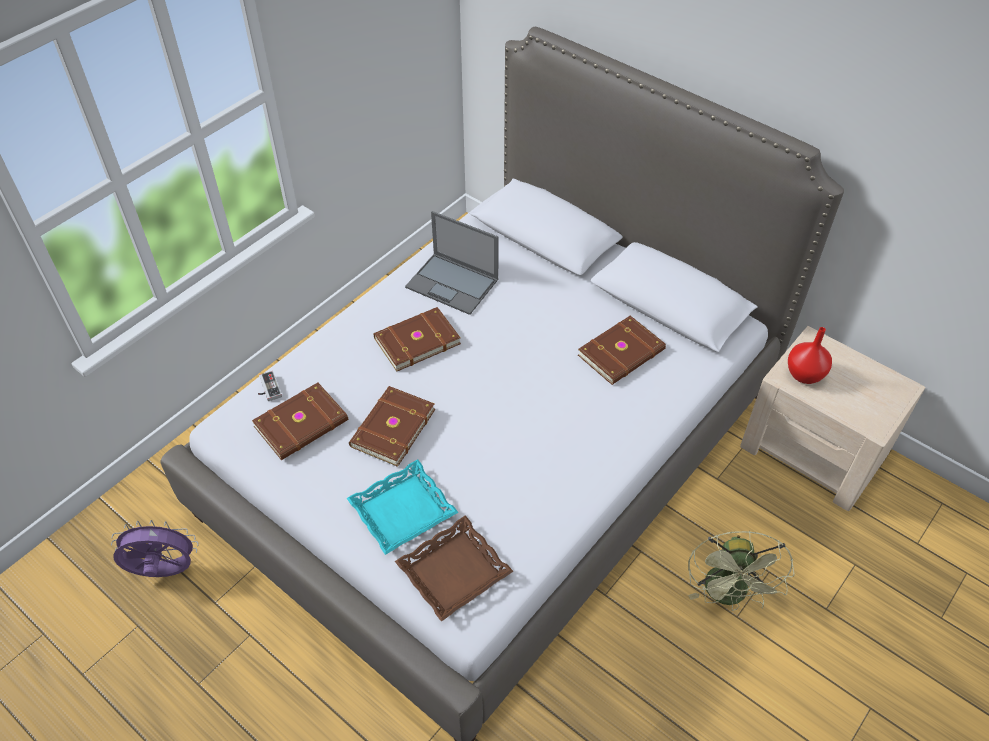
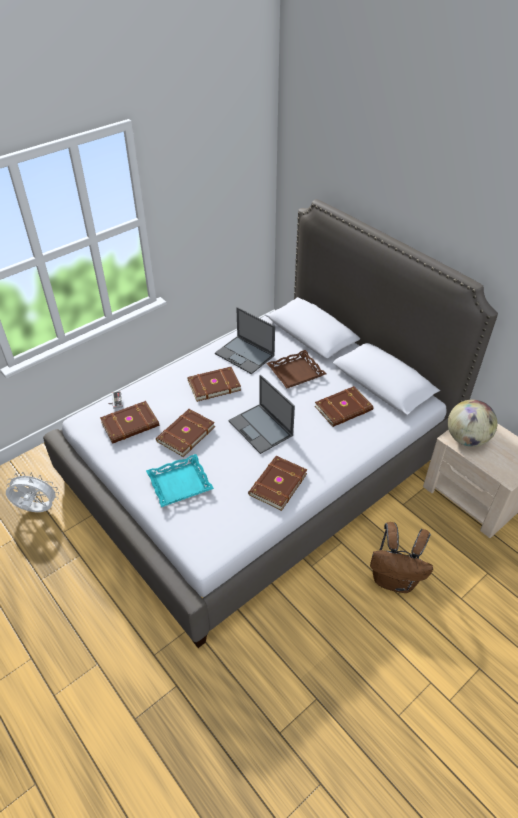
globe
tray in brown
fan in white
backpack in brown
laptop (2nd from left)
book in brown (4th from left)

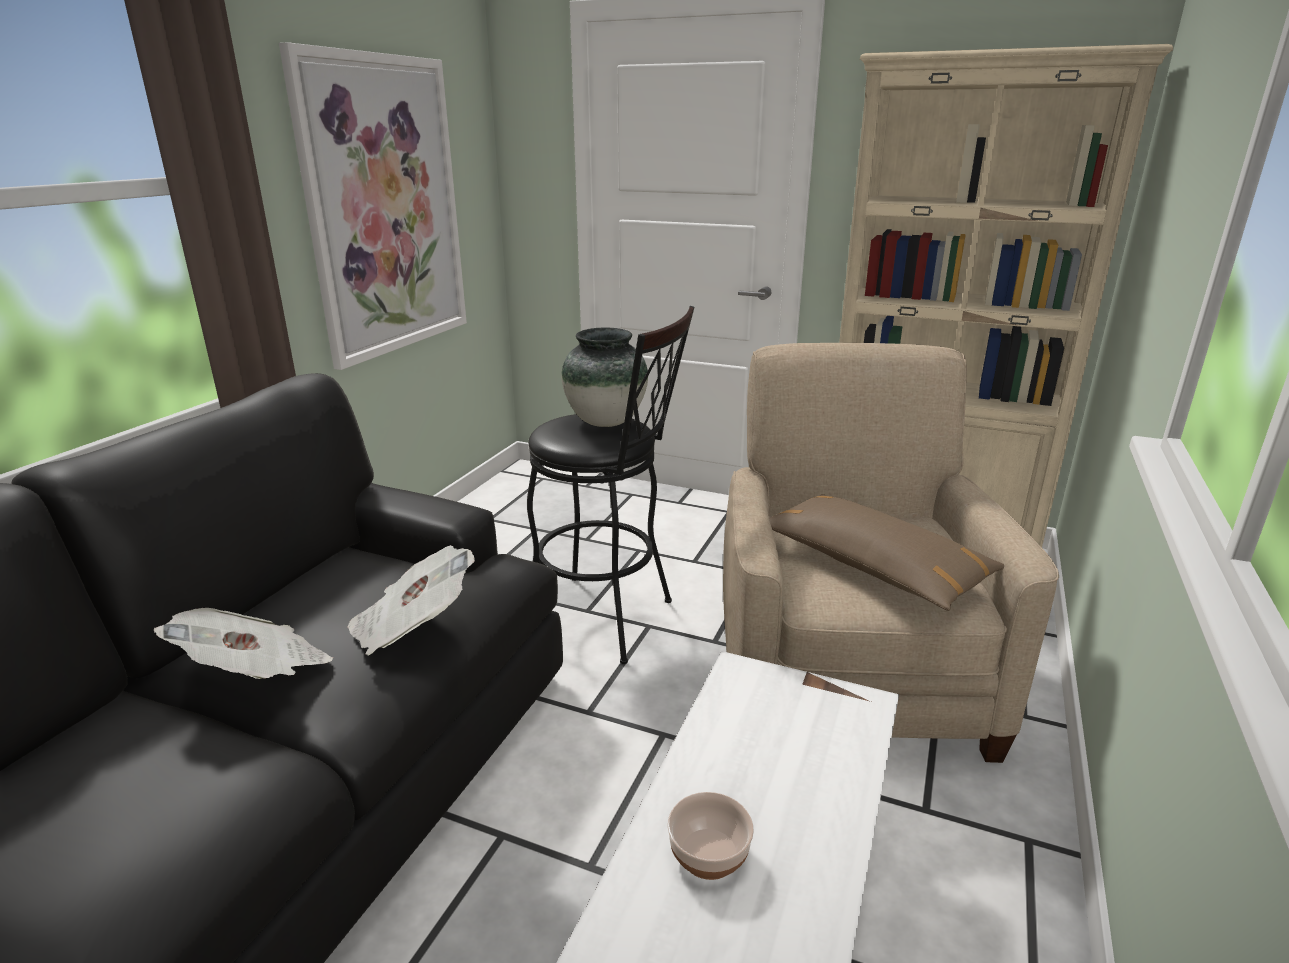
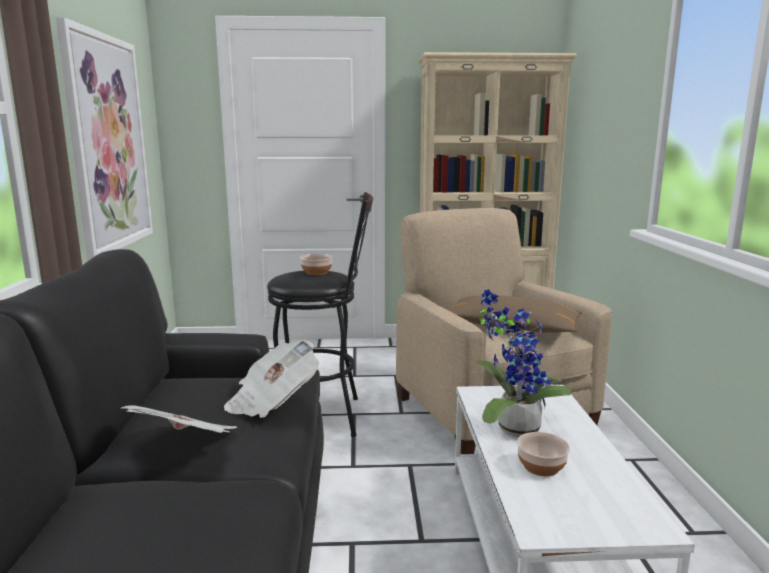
bowl (1st from left)
potted plant

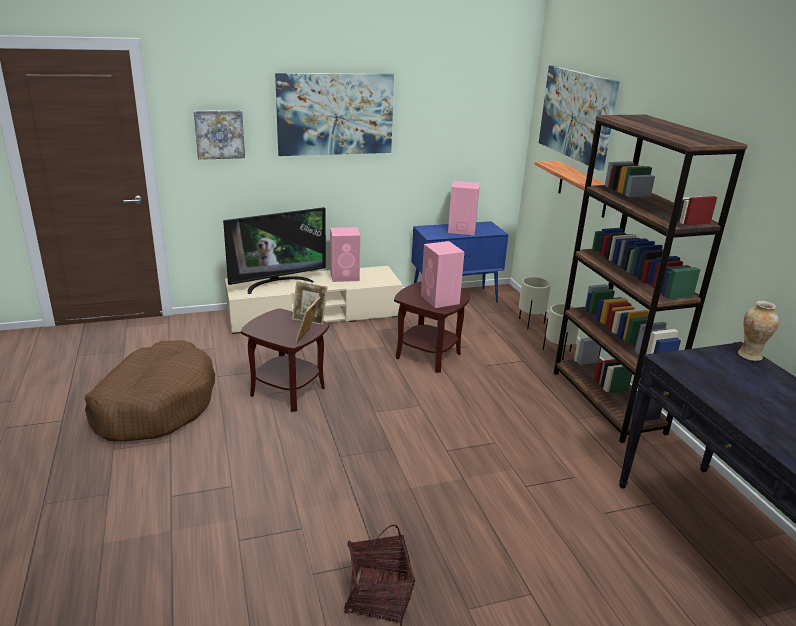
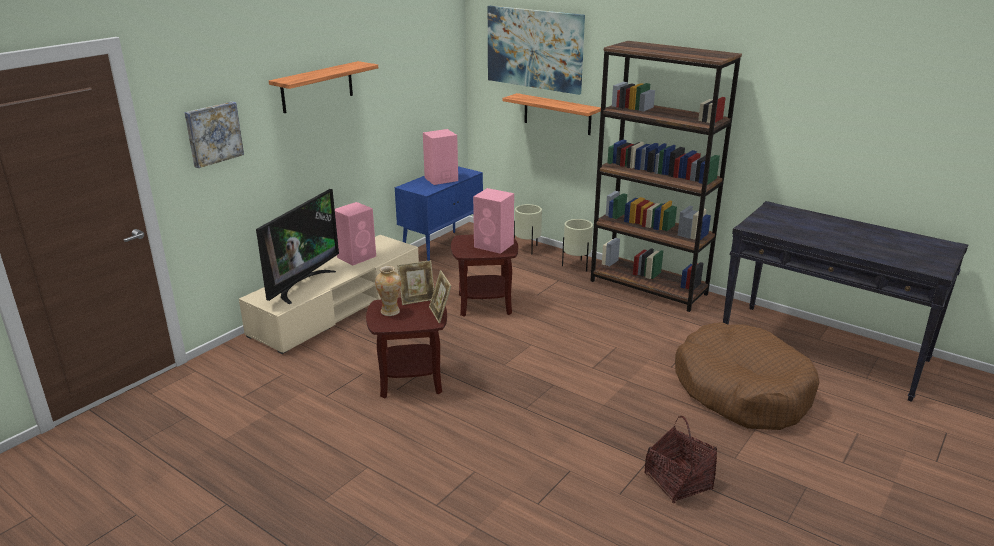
shelf (1st from left)
vase
dog bed in brown

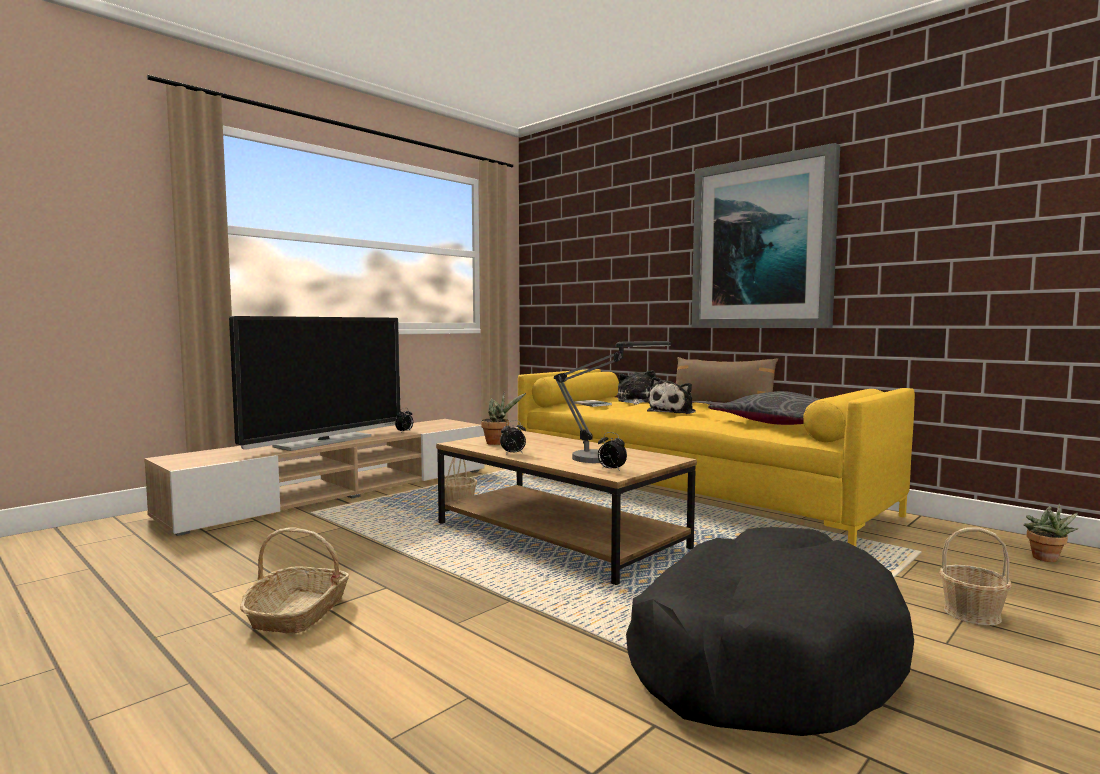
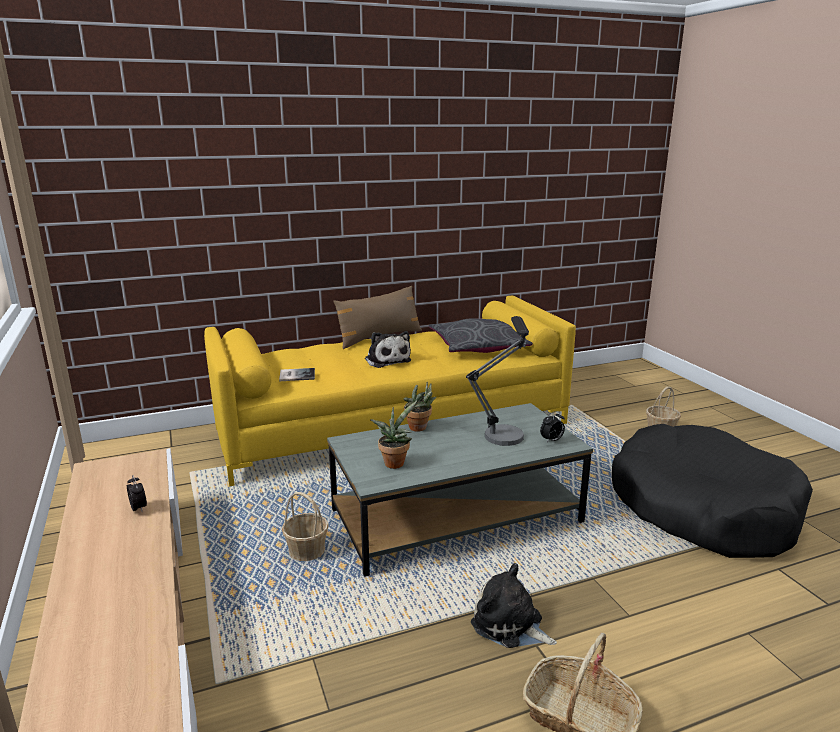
picture
television
plush toy (2nd from left)
alarm clock (2nd from left in the first image)
coffee table in grey
potted plant (2nd from left)

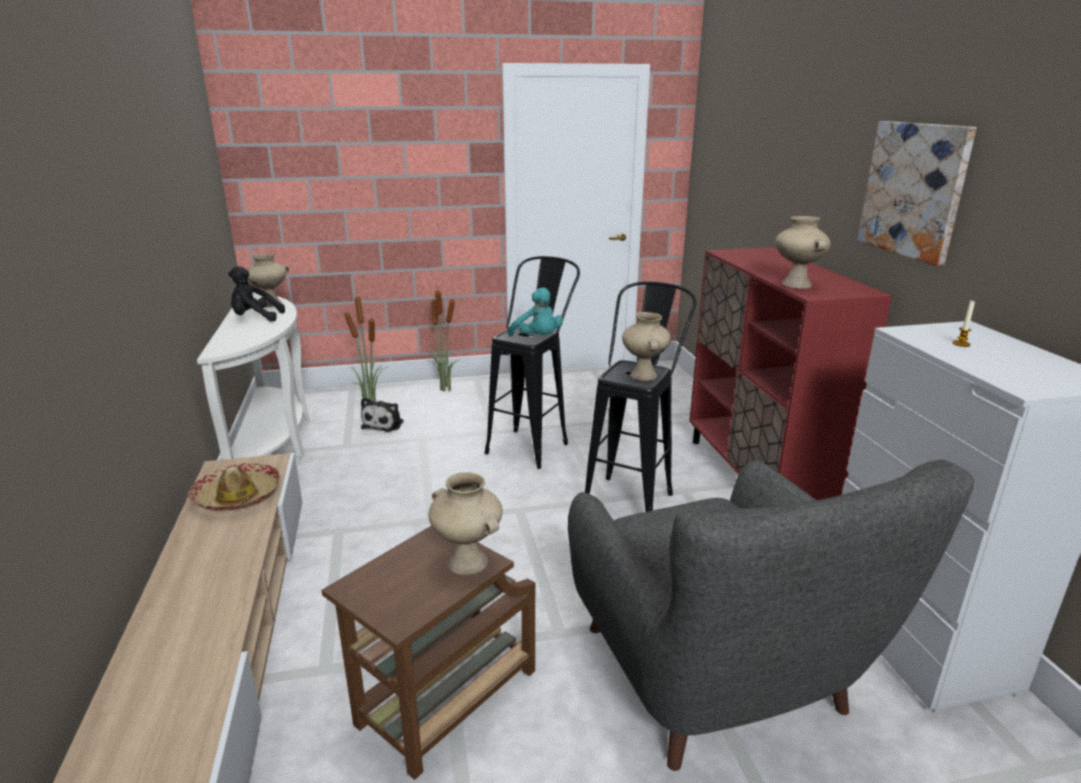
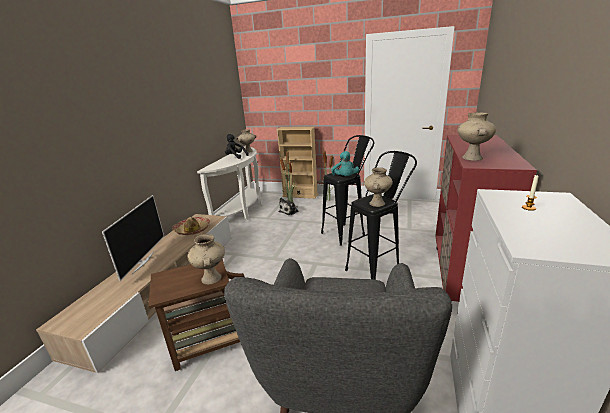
picture
bookcase in beige
television

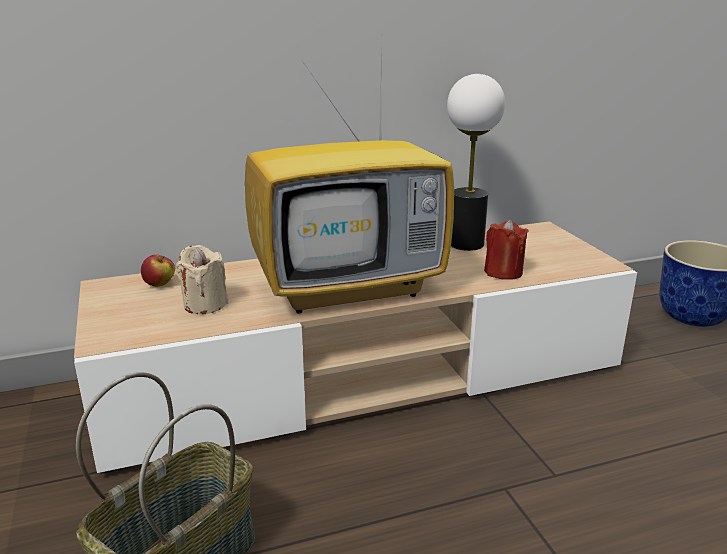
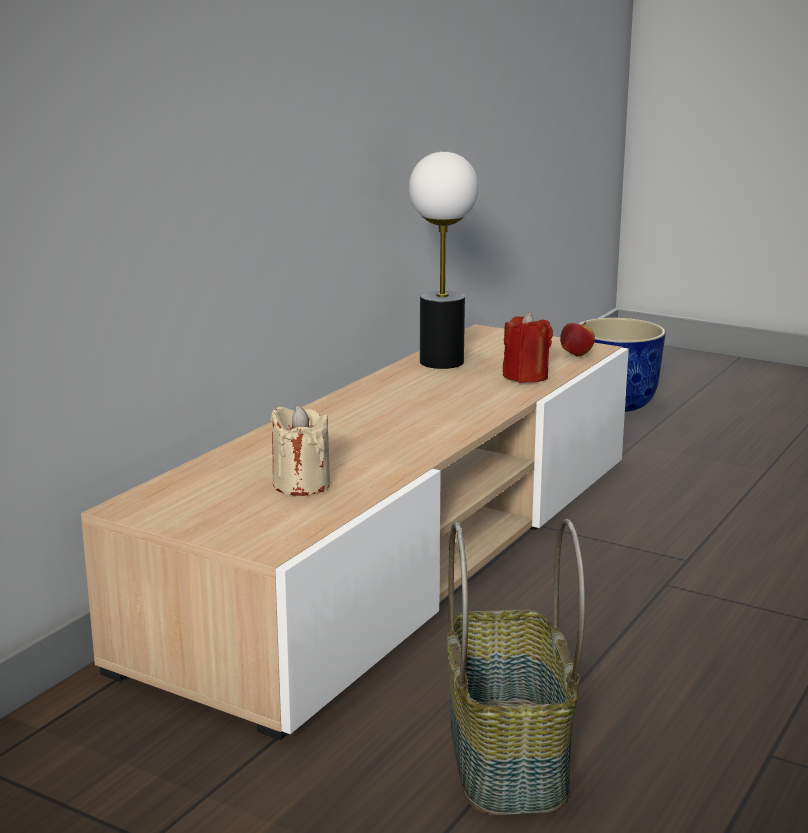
television
apple

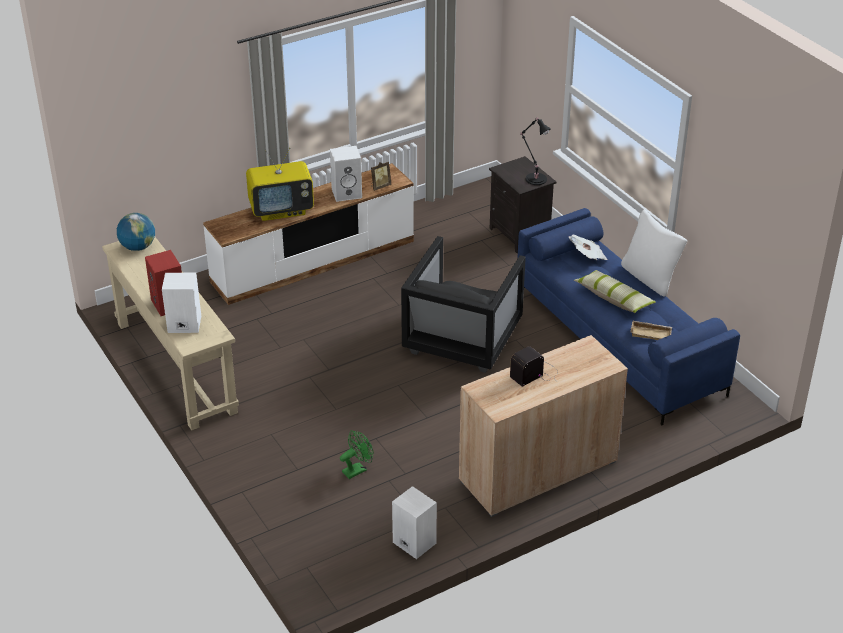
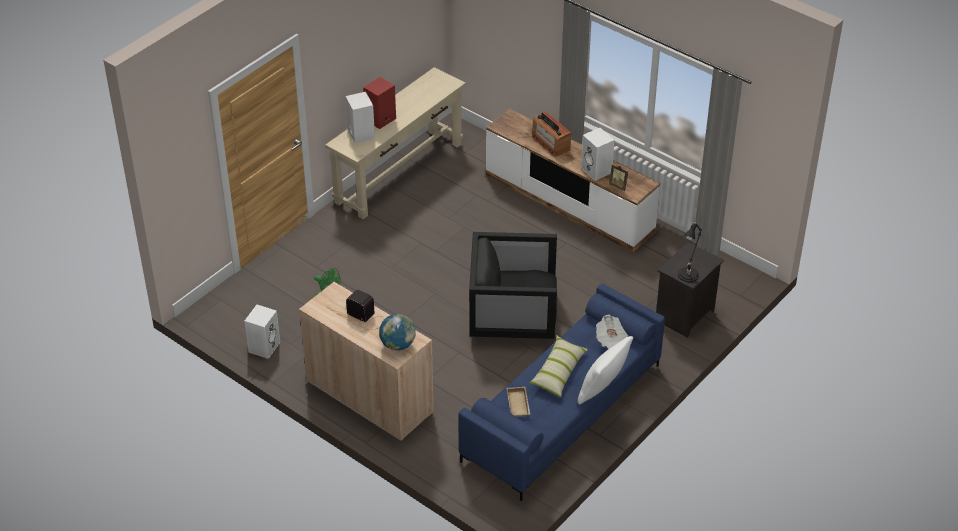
radio (2nd from left)
globe

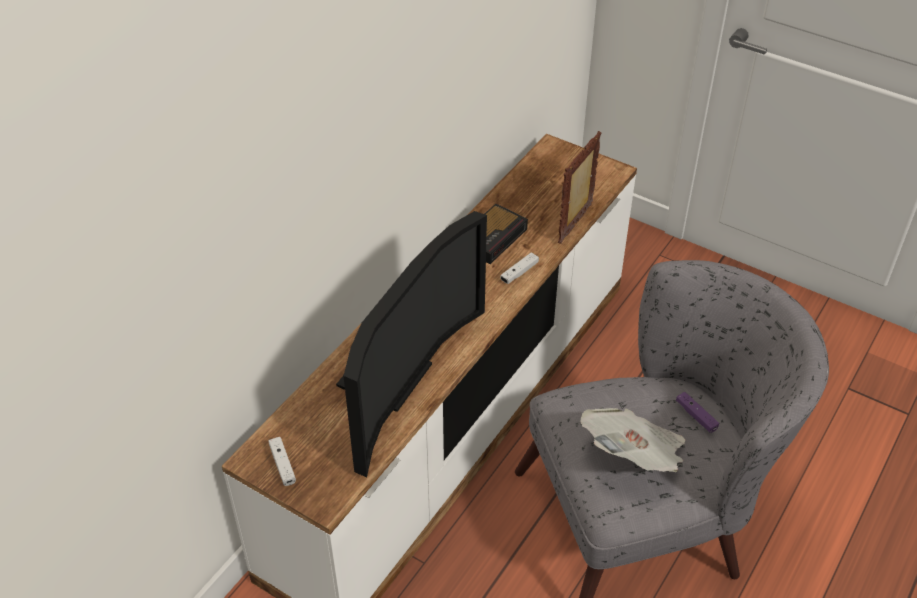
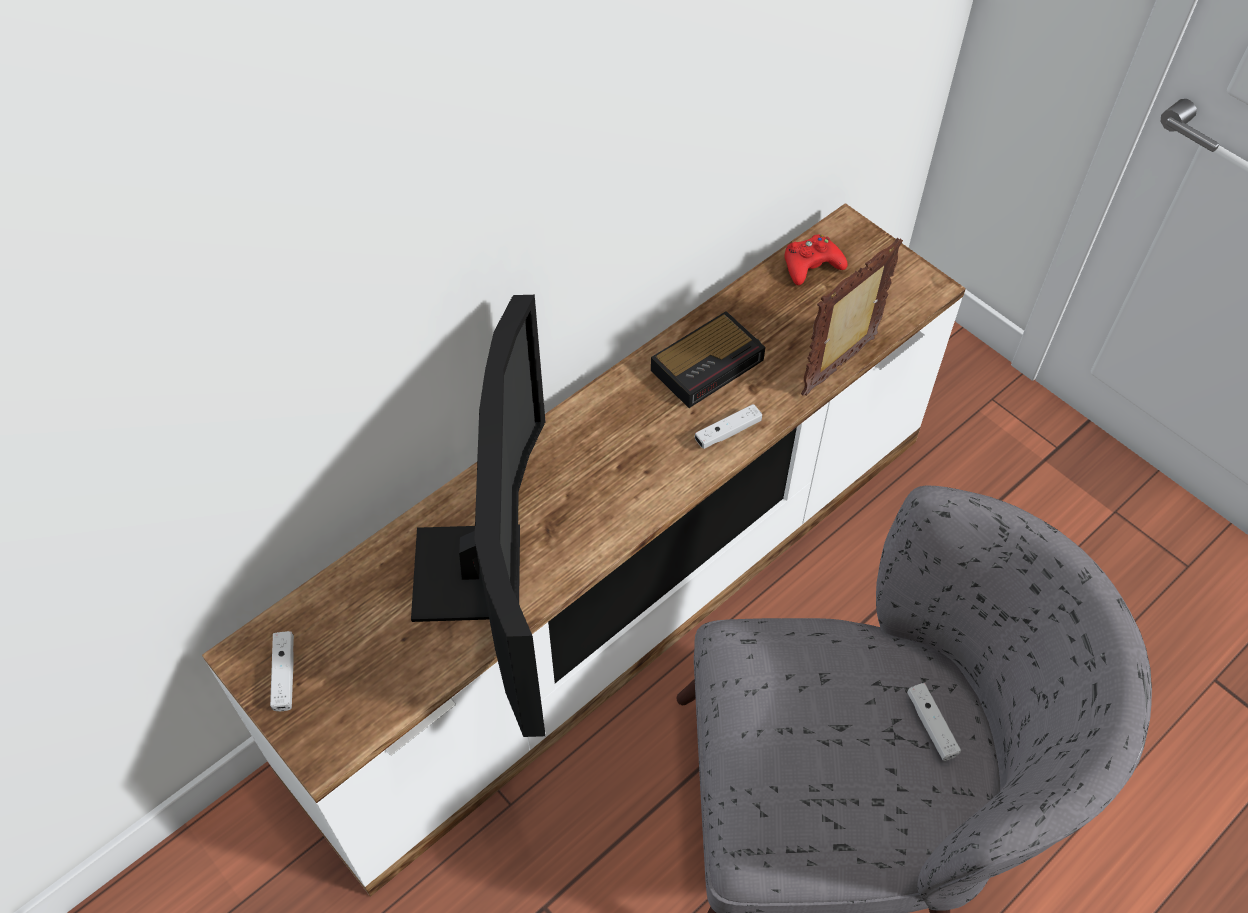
television
game controller in white (3rd from left)
newspaper
game controller in red

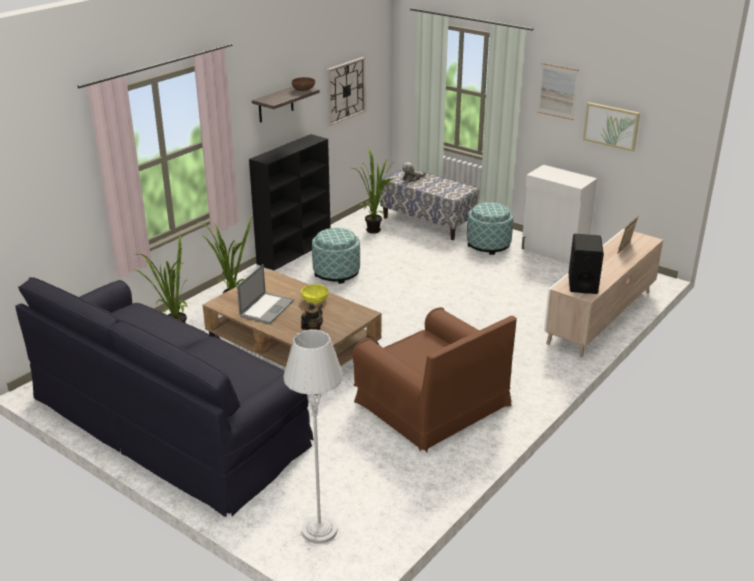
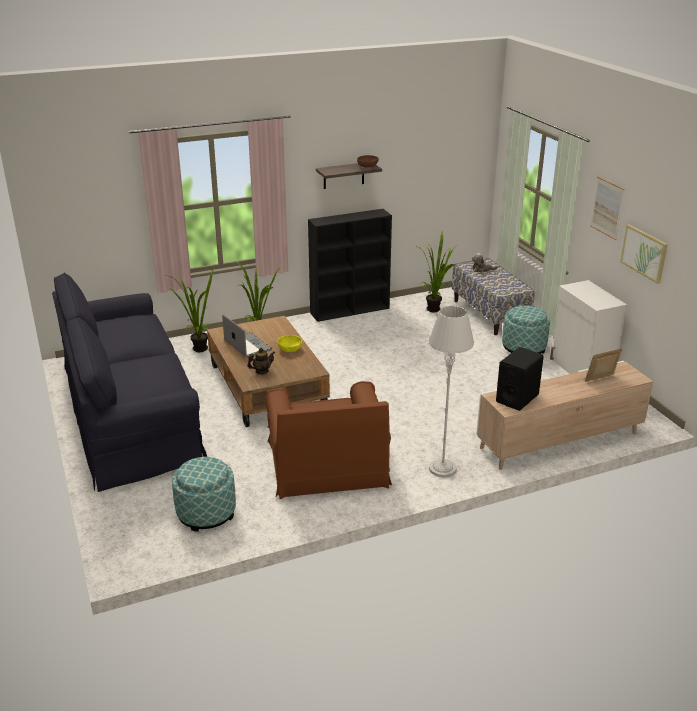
wall clock
ottoman (1st from left)
laptop
floor lamp in grey

